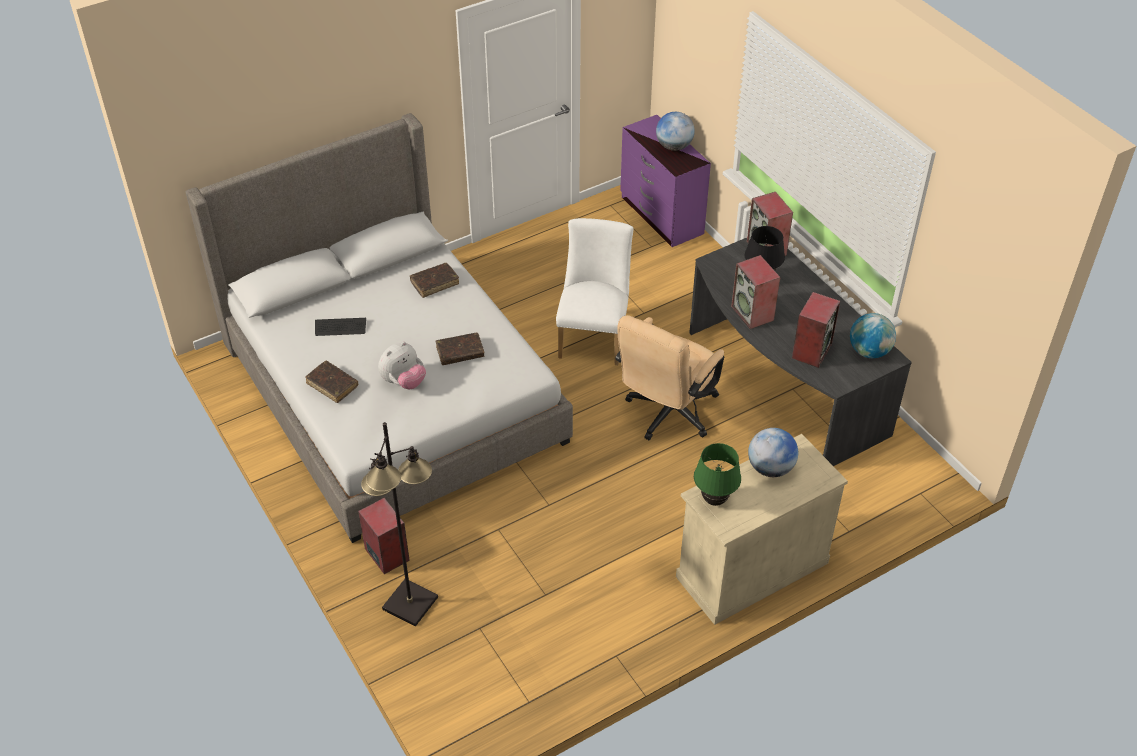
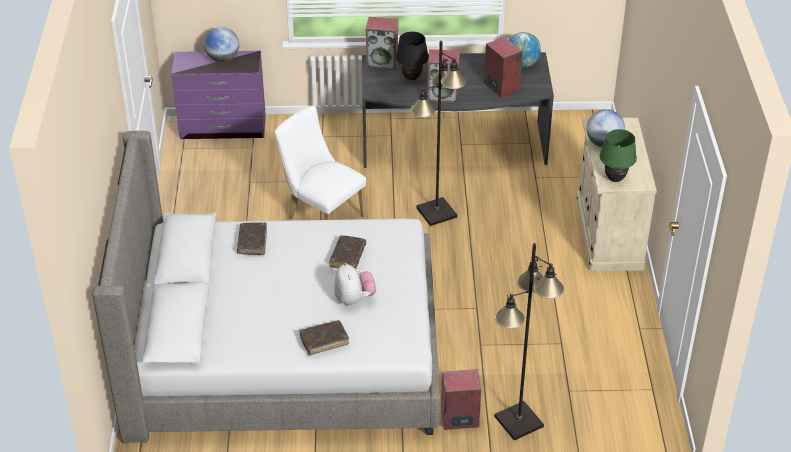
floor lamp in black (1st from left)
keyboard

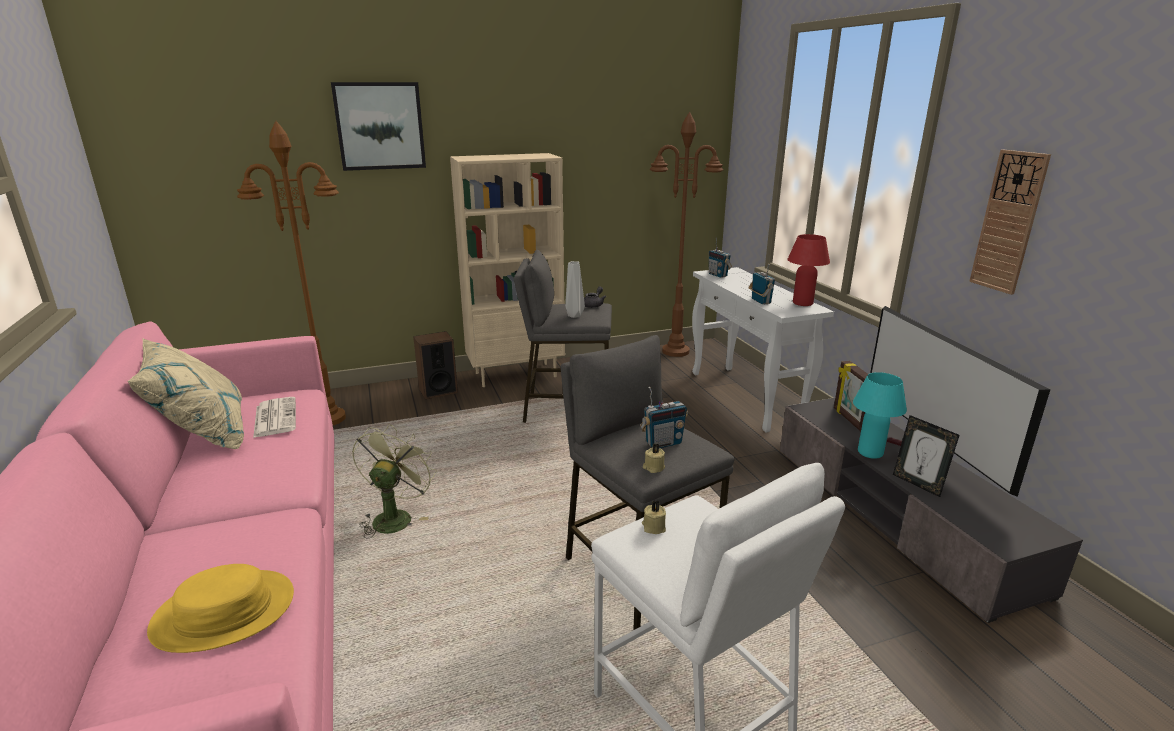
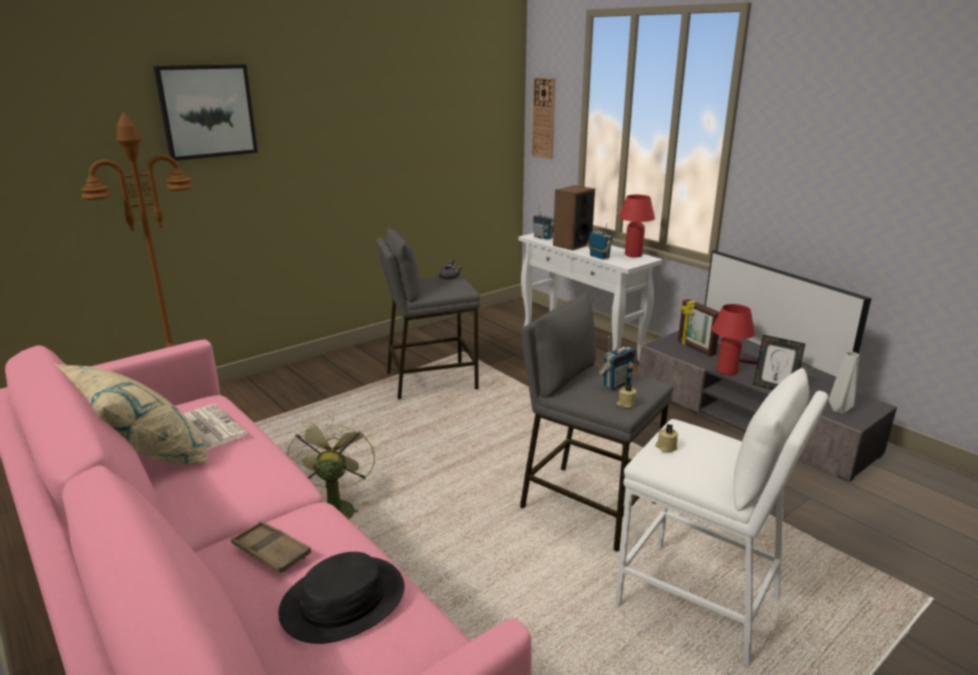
floor lamp in brown (2nd from left in the first image)
wall clock
bookcase in beige
vase in grey
speaker
table lamp in red (2nd from left)
hat in black
tray in brown

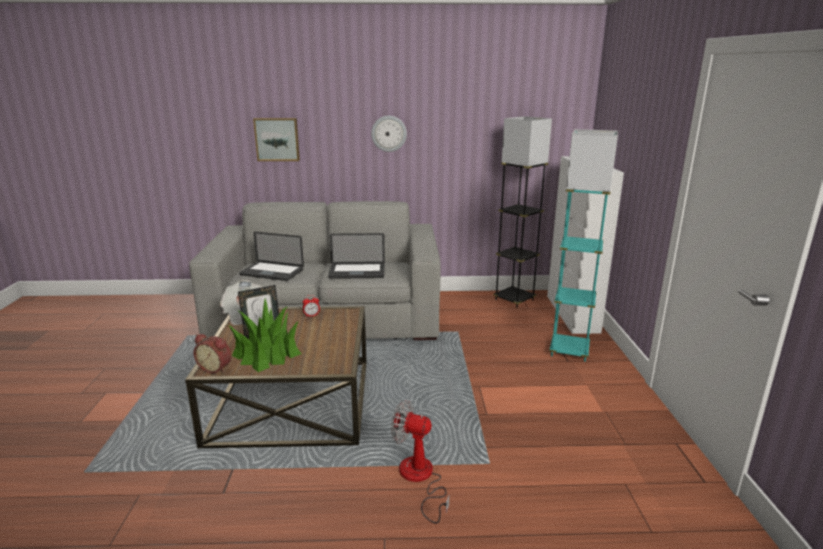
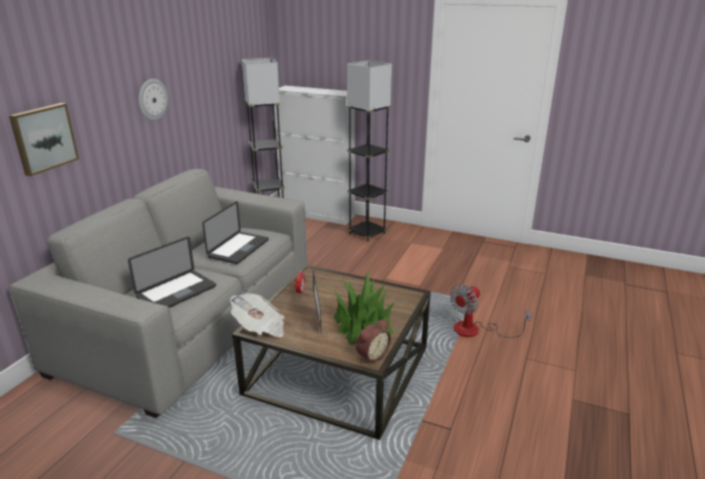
floor lamp in grey (2nd from left)

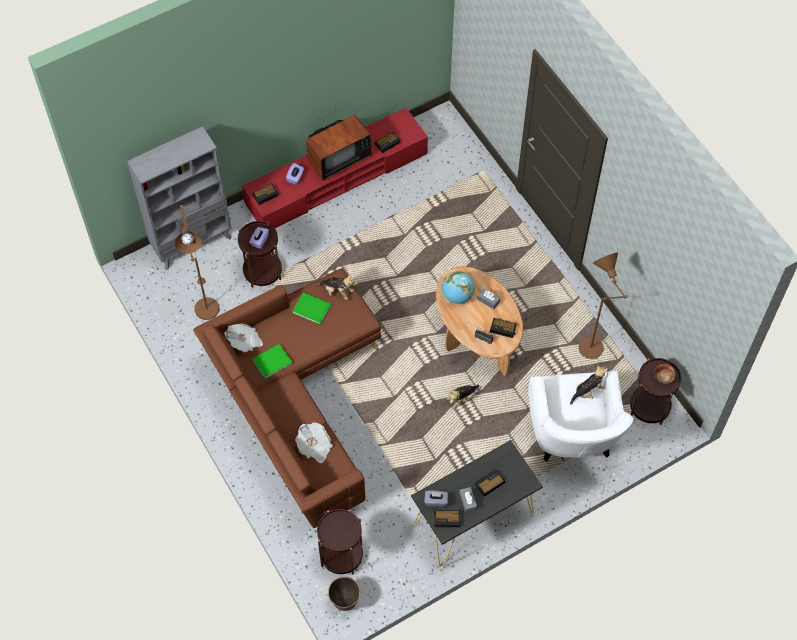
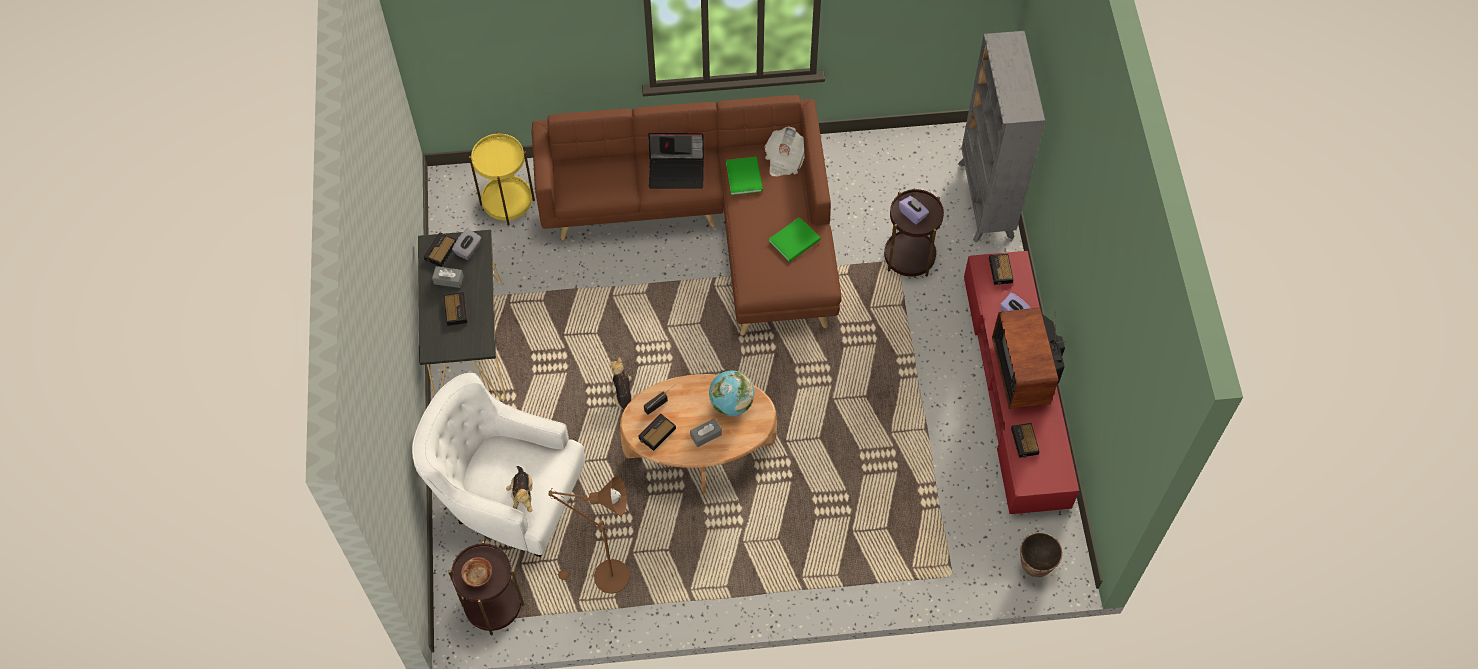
floor lamp in brown (1st from left in the first image)
plush toy (1st from left in the first image)
newspaper (2nd from left in the first image)
side table in yellow
planter
laptop

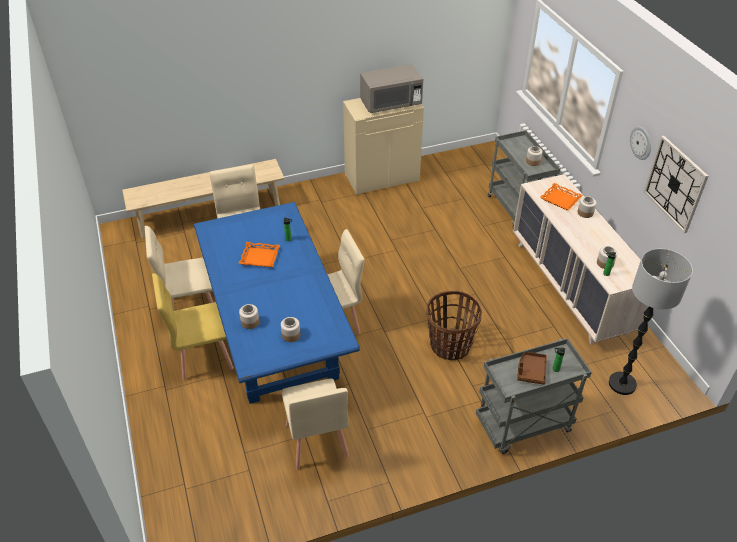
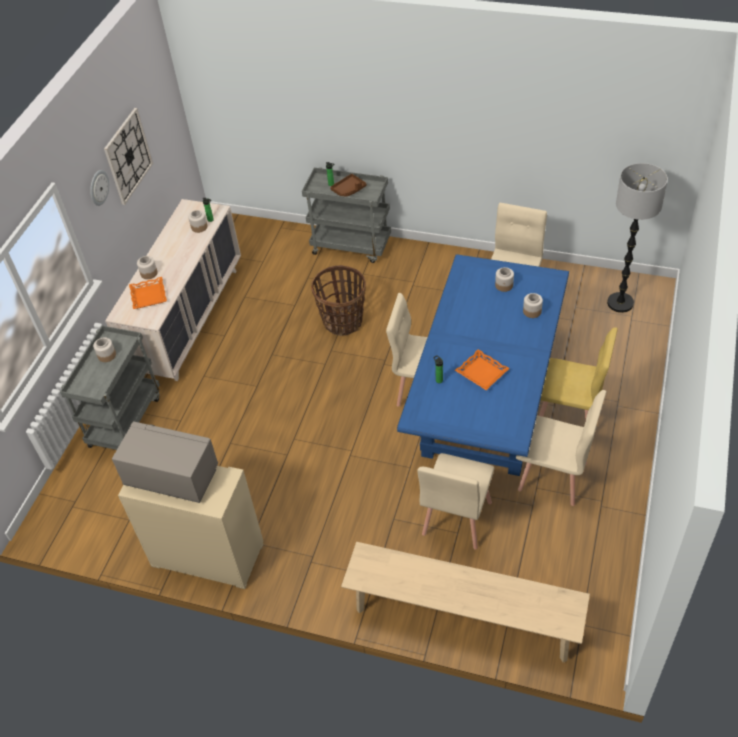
floor lamp

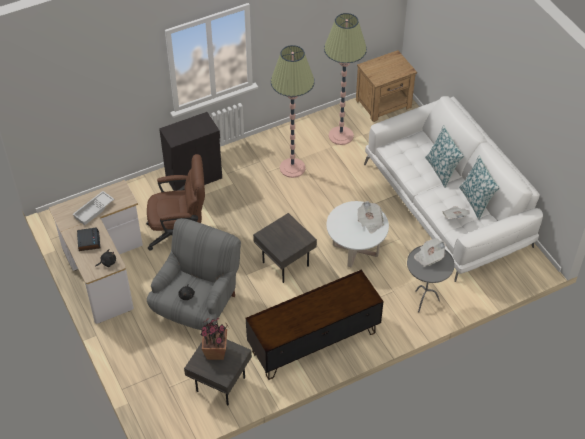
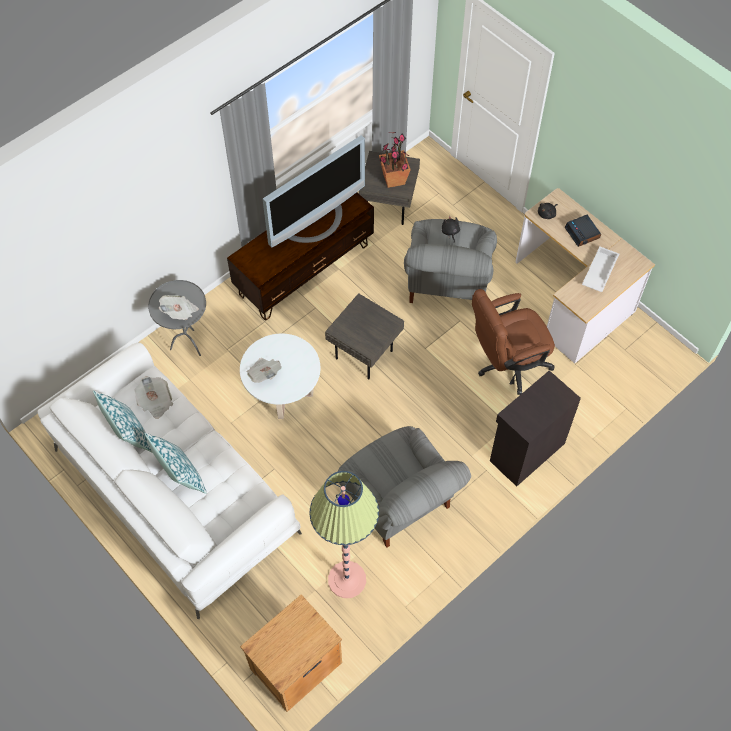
armchair in grey (1st from left)
television

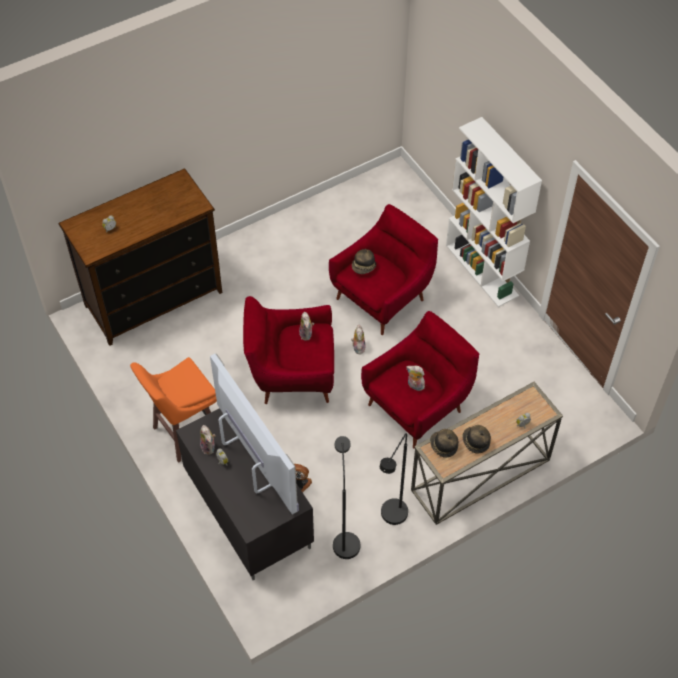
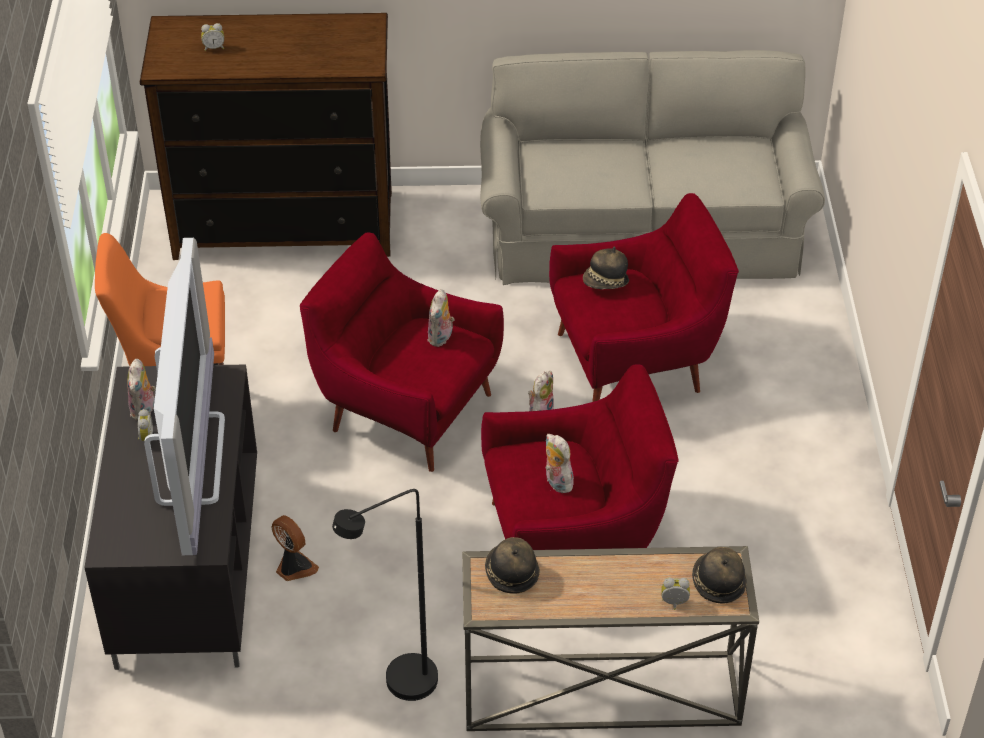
bookcase in white
hat (3rd from left)
floor lamp in black (1st from left in the first image)
sofa in grey

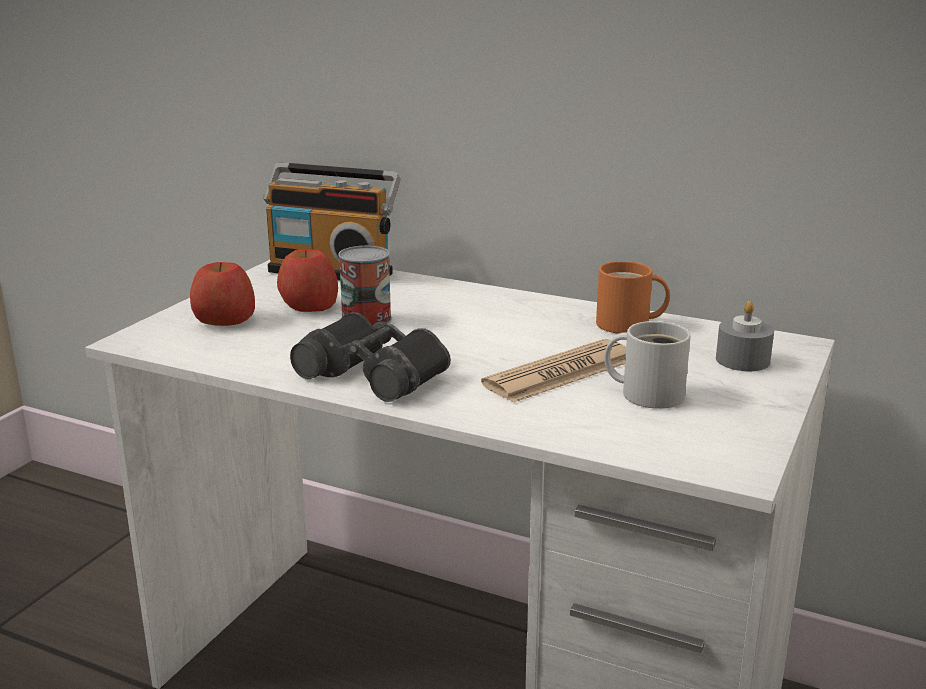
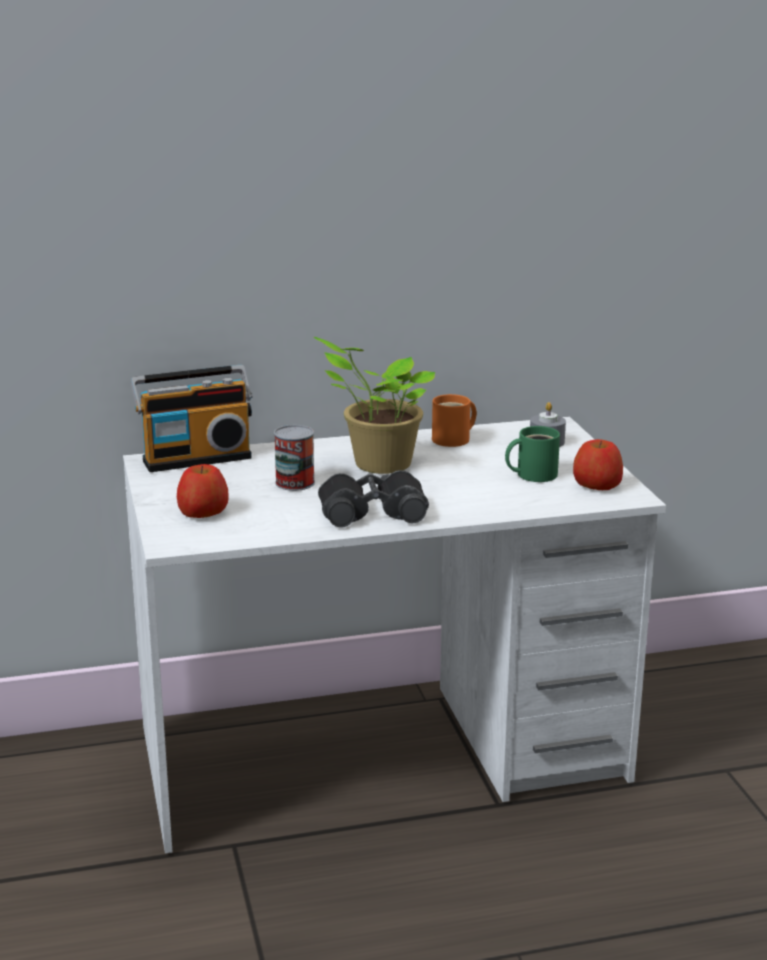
apple (2nd from left)
mug in green
newspaper
potted plant

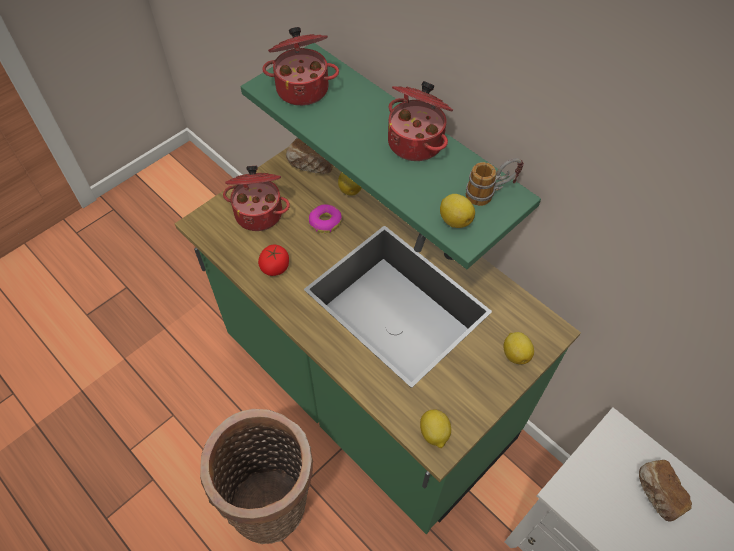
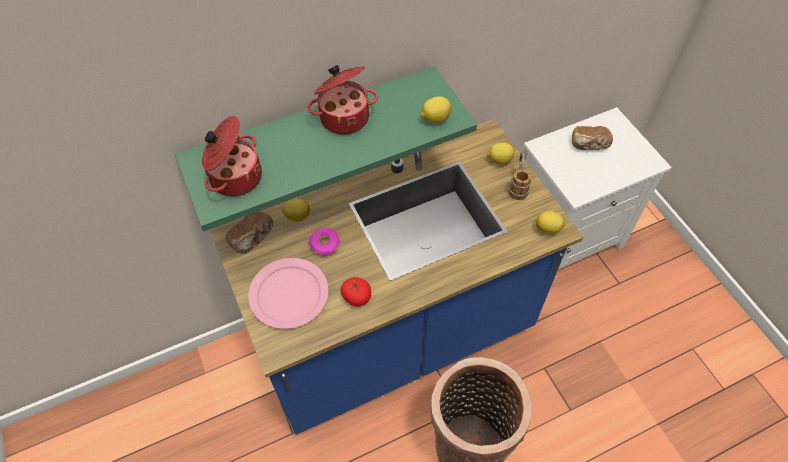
counter in blue
mug
plate in pink

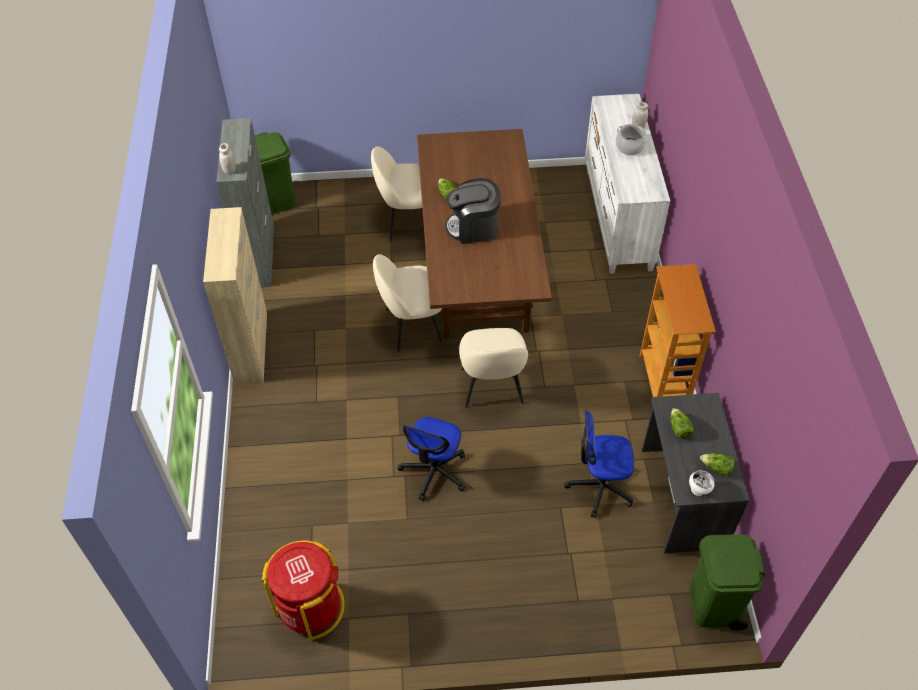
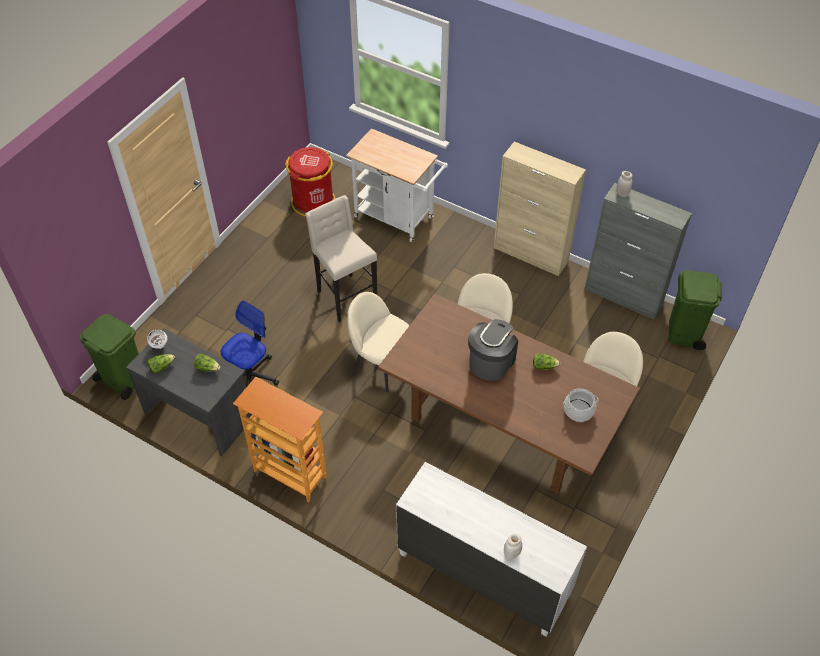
cooking pot
stool in beige
cart in white

